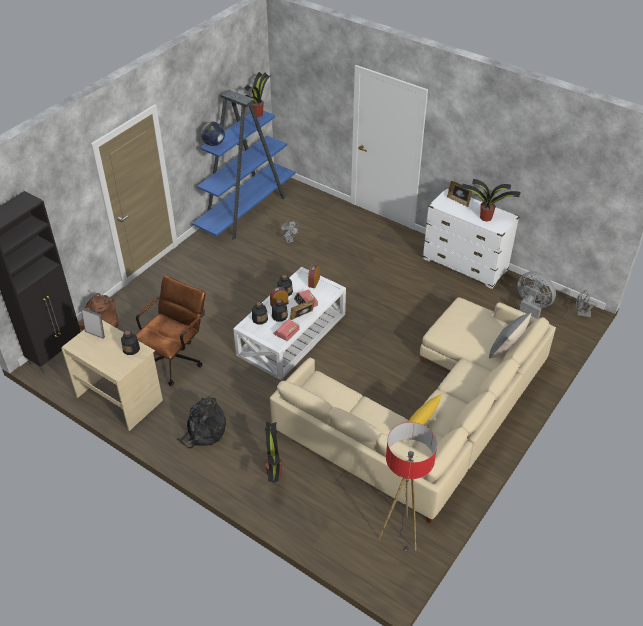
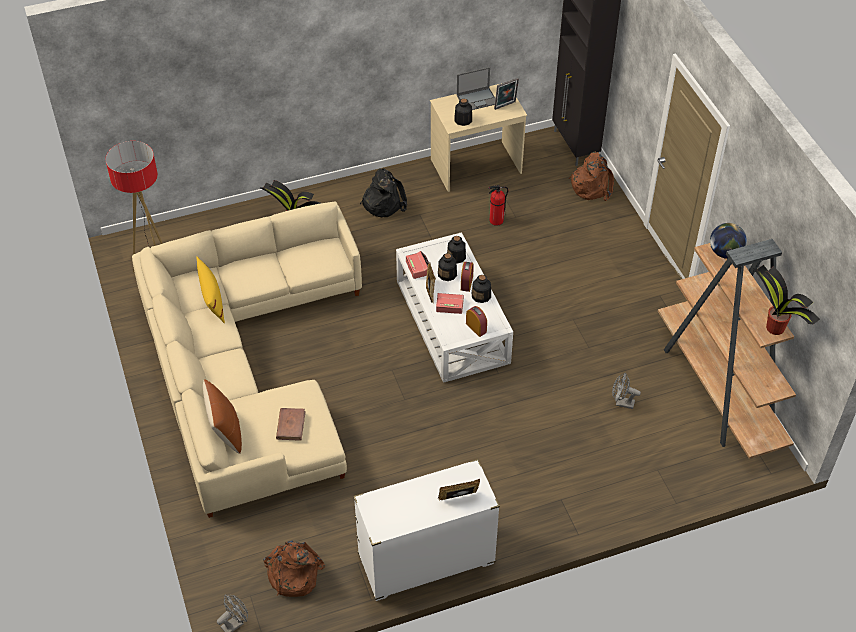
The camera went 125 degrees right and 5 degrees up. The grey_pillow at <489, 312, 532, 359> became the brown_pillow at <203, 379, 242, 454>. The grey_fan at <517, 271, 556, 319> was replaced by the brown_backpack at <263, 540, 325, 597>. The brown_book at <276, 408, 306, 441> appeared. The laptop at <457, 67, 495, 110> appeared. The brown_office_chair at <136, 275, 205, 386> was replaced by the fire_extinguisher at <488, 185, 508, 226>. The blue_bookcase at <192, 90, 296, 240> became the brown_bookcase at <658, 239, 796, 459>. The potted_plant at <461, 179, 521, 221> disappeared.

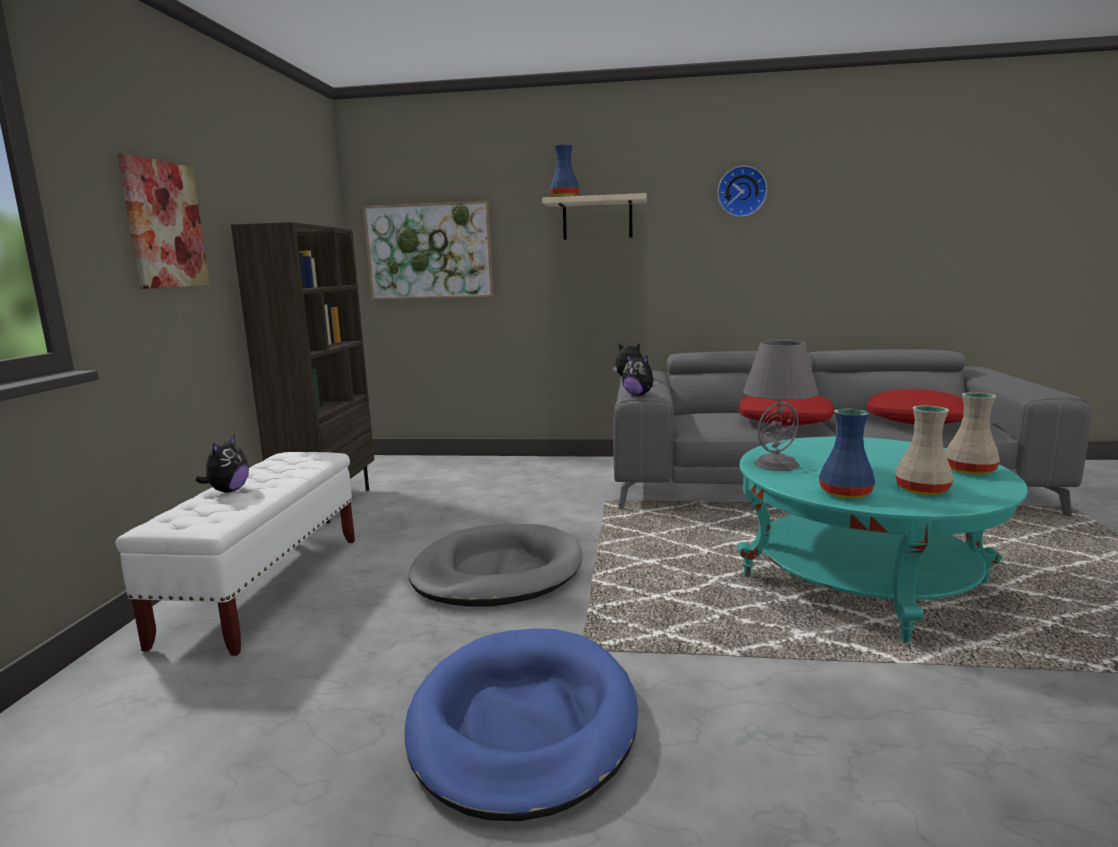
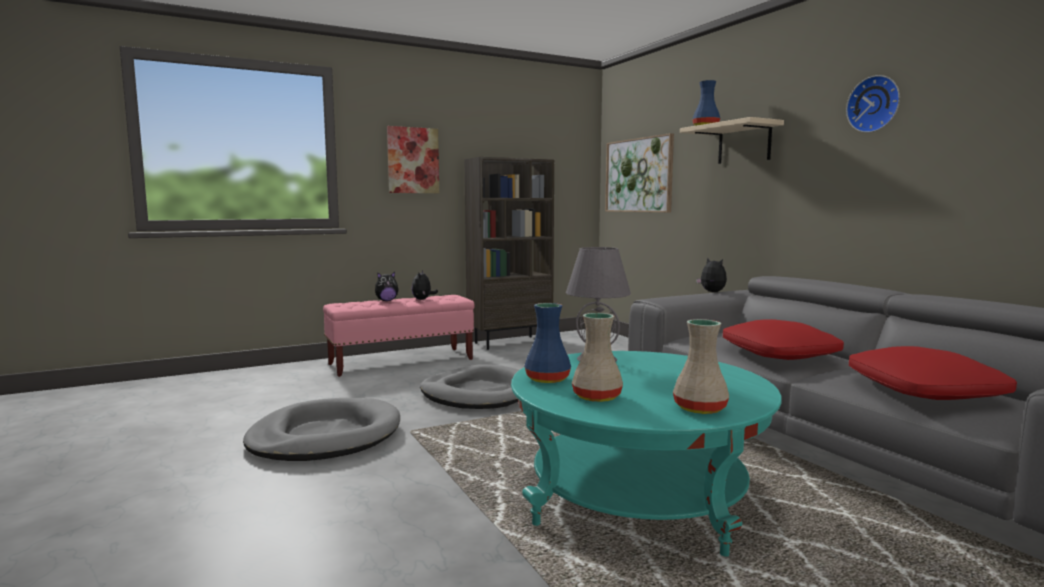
The camera went 55 degrees right and 5 degrees down. The blue_dog_bed at <405, 629, 638, 821> became the grey_dog_bed at <243, 398, 400, 461>. The white_bench at <116, 452, 355, 656> became the pink_bench at <323, 295, 475, 377>. The plush_toy moved from <622, 354, 659, 396> to <412, 271, 438, 300>.

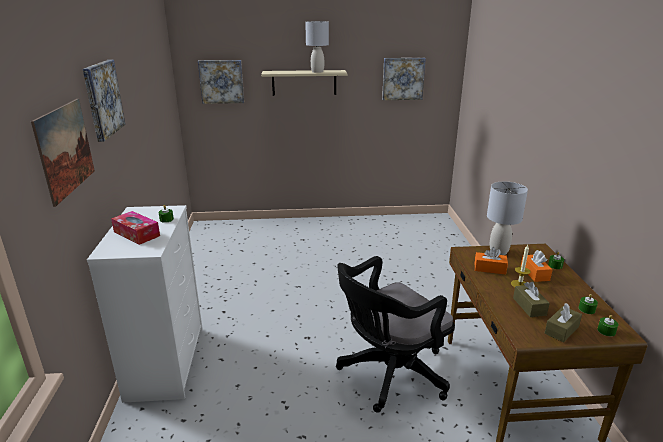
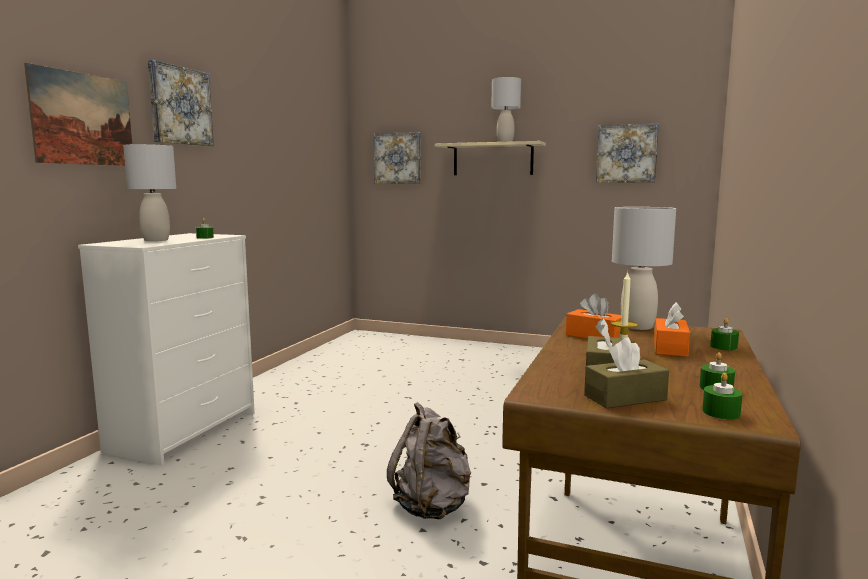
The camera went 25 degrees right and 15 degrees down. The tissue_box at <111, 211, 160, 245> was replaced by the grey_table_lamp at <123, 144, 176, 241>. The black_office_chair at <336, 256, 455, 413> was replaced by the grey_backpack at <387, 402, 471, 519>.

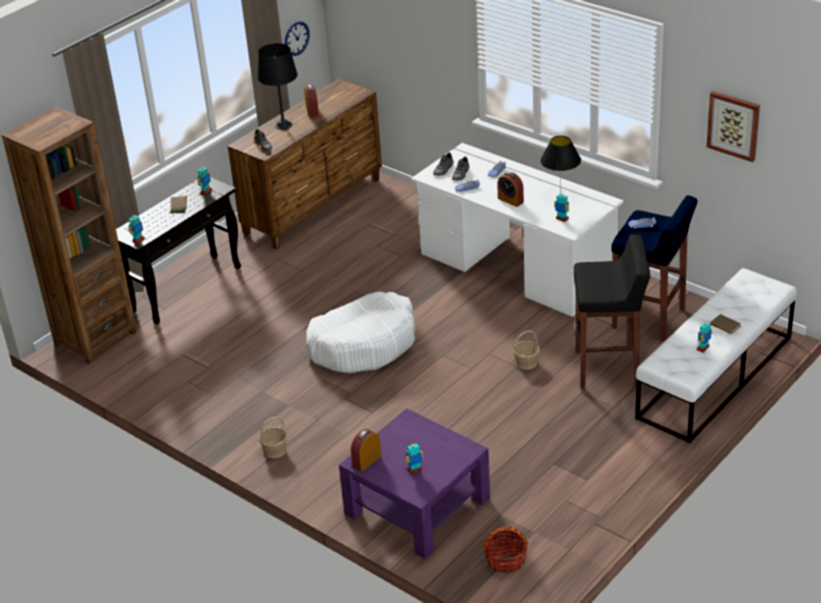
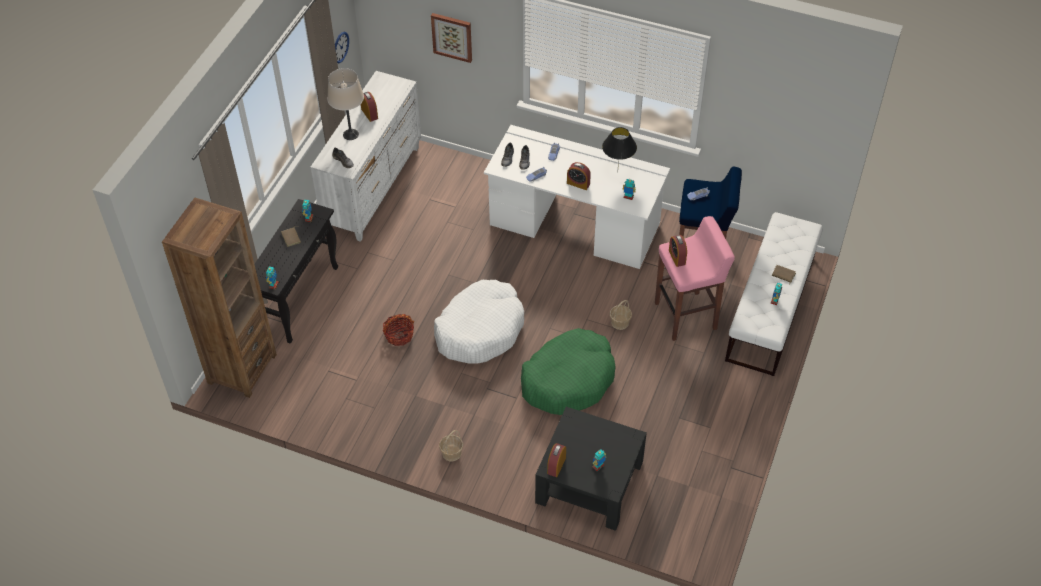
The camera went 20 degrees left and 15 degrees up. The brown_dresser at <227, 79, 382, 249> became the white_dresser at <310, 71, 421, 242>. The black_table_lamp at <257, 43, 298, 130> became the beige_table_lamp at <327, 68, 364, 140>. The basket moved from <483, 526, 529, 573> to <383, 314, 414, 346>. The picture moved from <707, 91, 760, 162> to <431, 13, 472, 63>. The green_dog_bed at <521, 328, 616, 415> appeared. The purple_coffee_table at <339, 408, 490, 559> became the black_coffee_table at <535, 407, 647, 531>. The black_stool at <574, 234, 650, 389> became the pink_stool at <655, 216, 735, 341>. The alarm_clock at <669, 235, 687, 267> appeared.

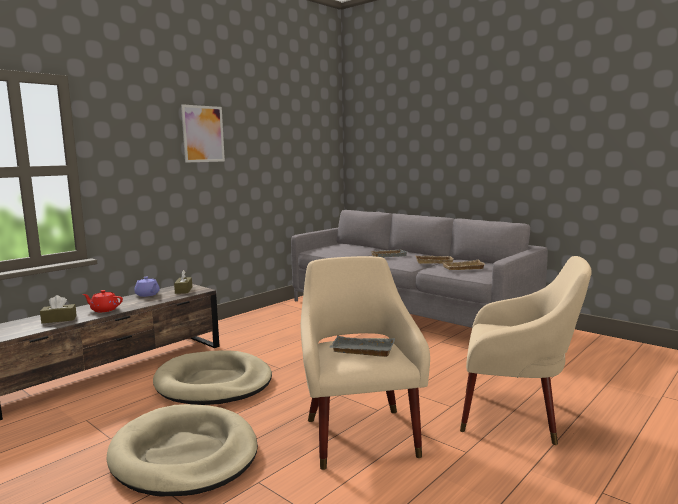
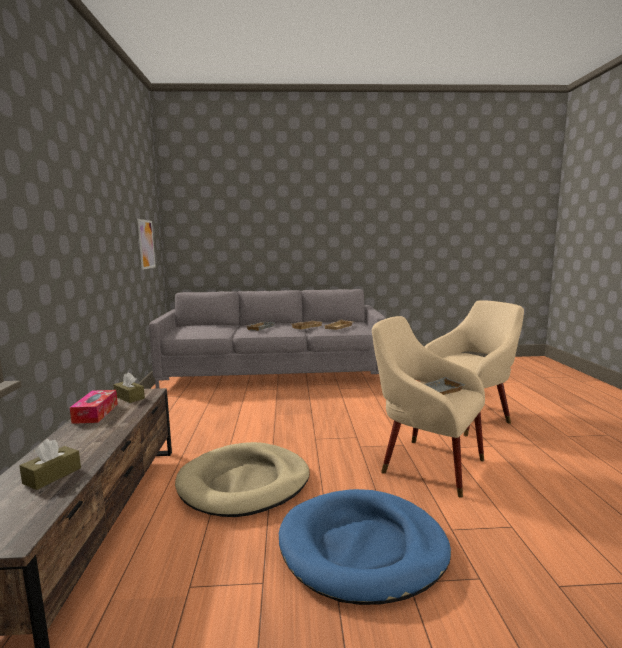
The camera went 45 degrees left and 0 degrees up. The purple_teapot at <134, 276, 160, 297> was replaced by the tissue_box at <70, 390, 118, 424>. The picture moved from <181, 104, 225, 163> to <137, 219, 156, 270>. The beige_dog_bed at <106, 404, 258, 496> became the blue_dog_bed at <279, 489, 451, 605>. The red_teapot at <83, 290, 123, 312> disappeared.

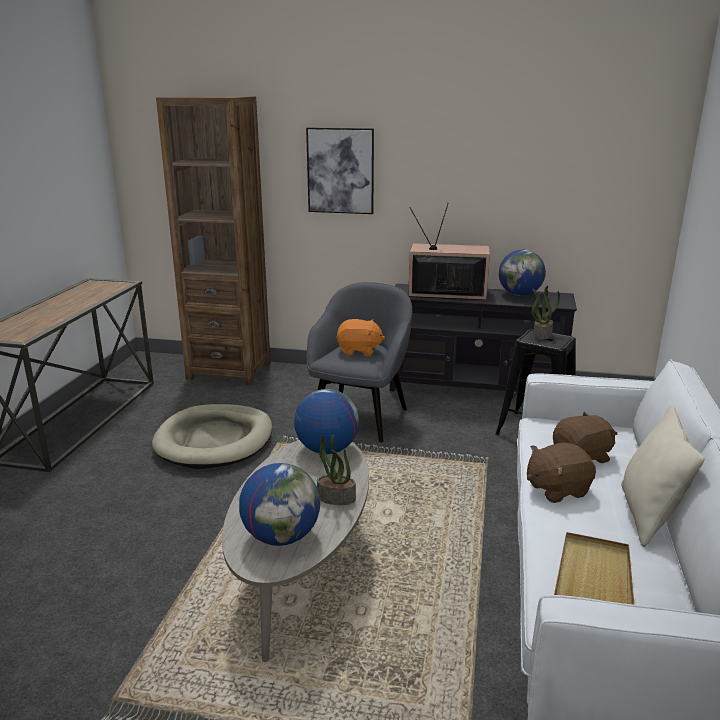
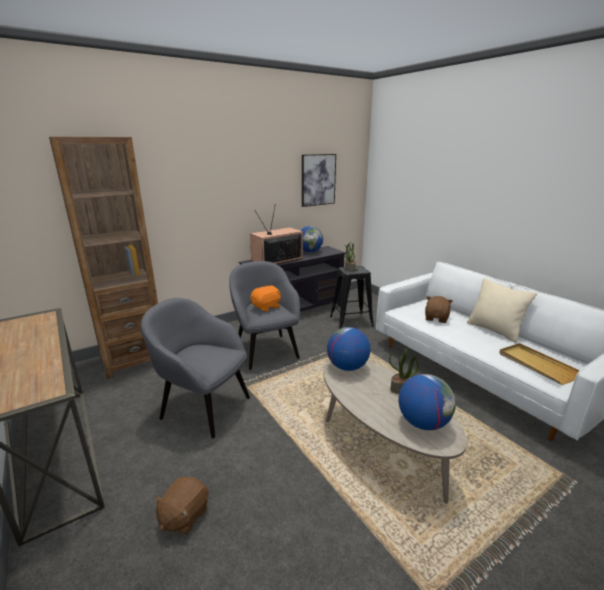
The camera went 45 degrees left and 0 degrees up. The beige_dog_bed at <152, 404, 272, 469> was replaced by the grey_armchair at <141, 298, 250, 438>. The brown_plush_toy moved from <527, 442, 596, 503> to <154, 477, 209, 535>. The picture moved from <306, 127, 374, 214> to <302, 154, 336, 207>.

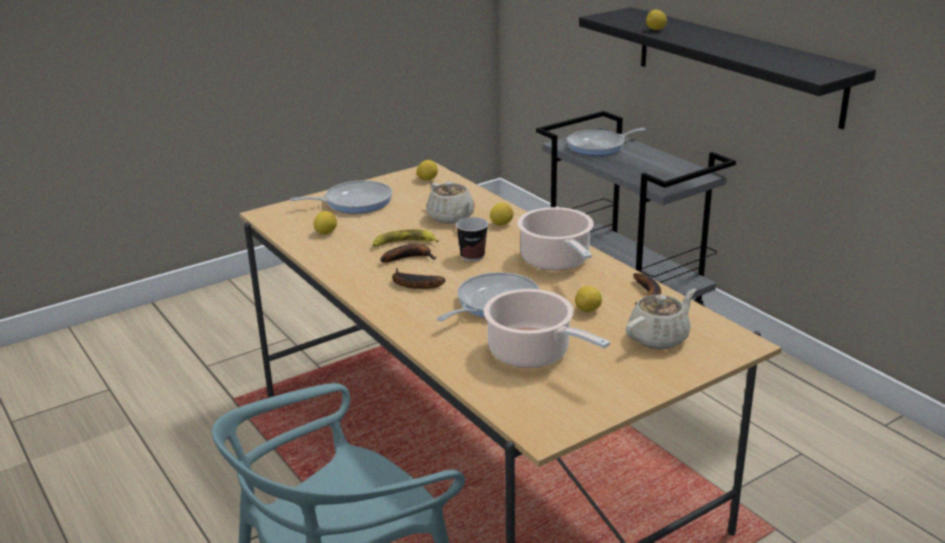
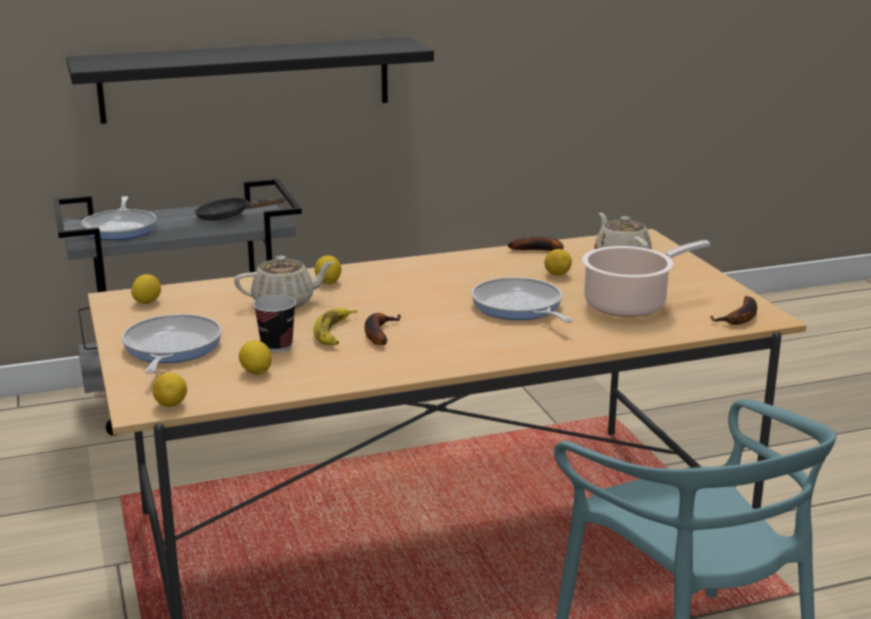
The camera went 75 degrees left and 5 degrees down. The lemon moved from <646, 10, 667, 30> to <153, 373, 187, 407>. The black_frying_pan at <195, 198, 284, 221> appeared. The cup moved from <456, 217, 488, 261> to <253, 295, 296, 352>. The banana moved from <392, 268, 445, 289> to <710, 296, 757, 325>. The cooking_pot at <517, 207, 594, 271> disappeared.

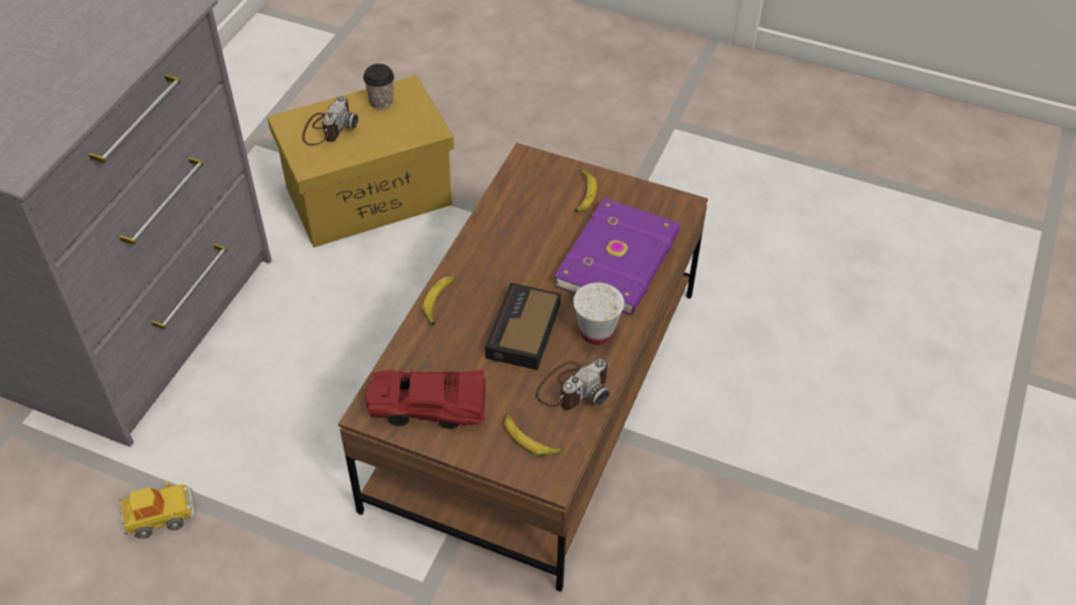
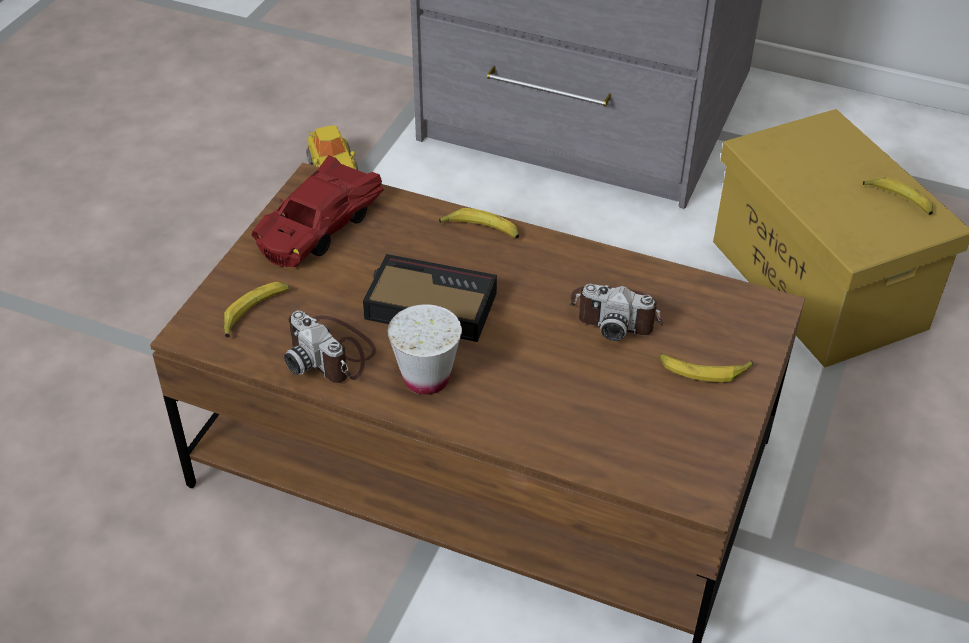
The camera went 90 degrees right and 5 degrees down. The red_toy_car at <365, 368, 486, 429> turned 150 degrees counterclockwise. The photo_camera moved from <302, 96, 358, 145> to <570, 284, 663, 341>. The cup at <363, 64, 394, 110> was replaced by the banana at <863, 177, 933, 215>. The purple_book at <554, 198, 680, 315> disappeared.

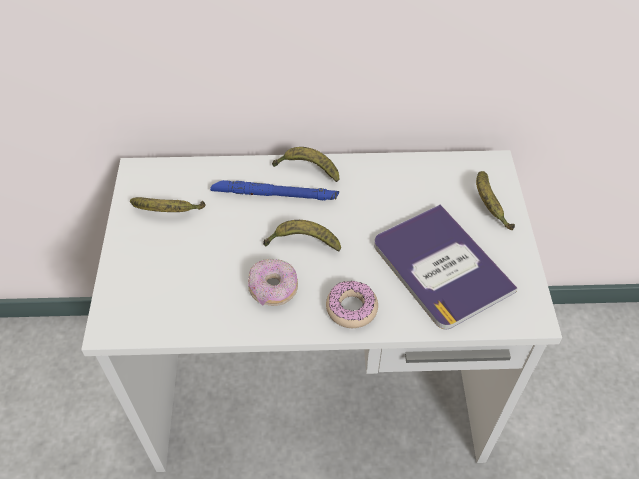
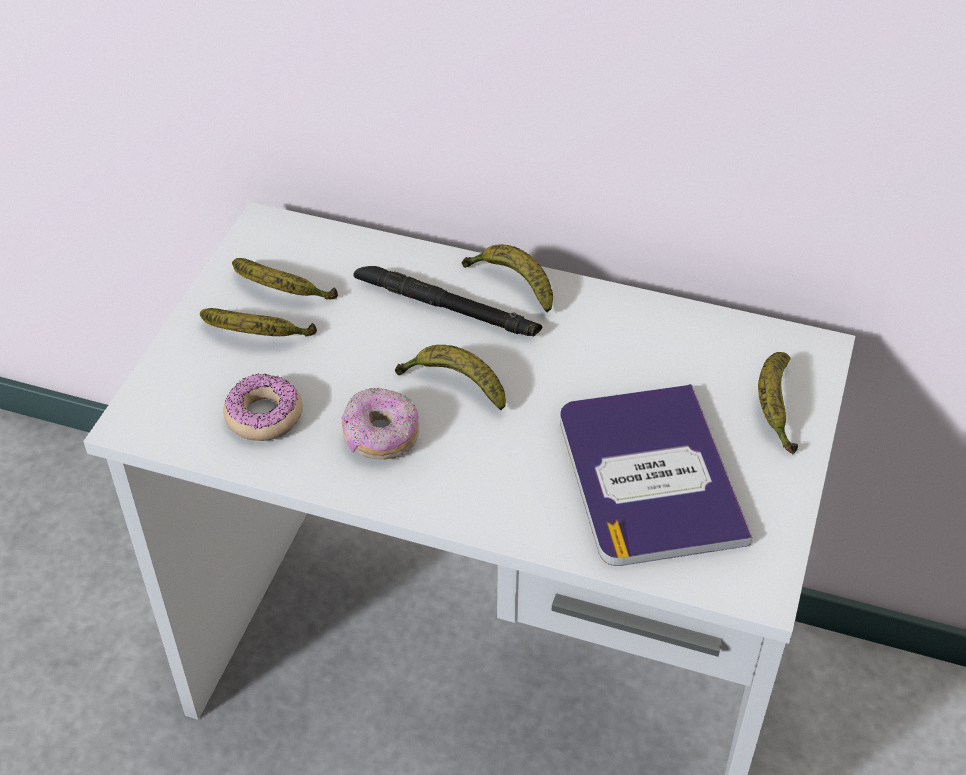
The camera went 20 degrees right and 5 degrees down. The banana at <200, 308, 317, 336> appeared. The donut moved from <326, 280, 378, 328> to <224, 374, 303, 441>. The blue_flashlight at <210, 180, 339, 200> became the black_flashlight at <353, 266, 542, 337>.

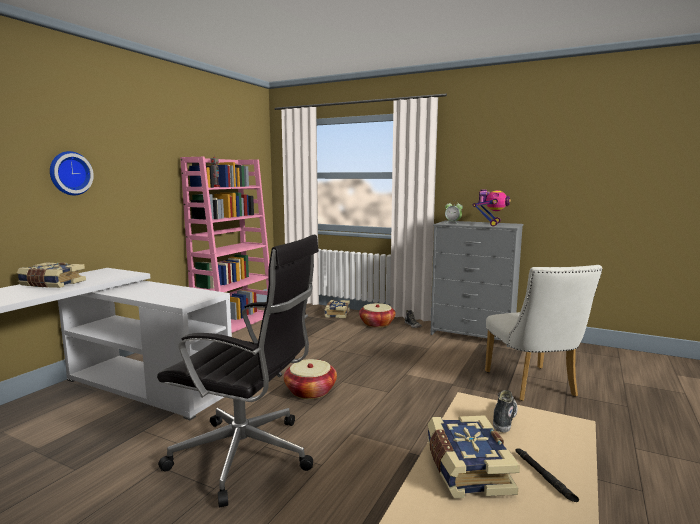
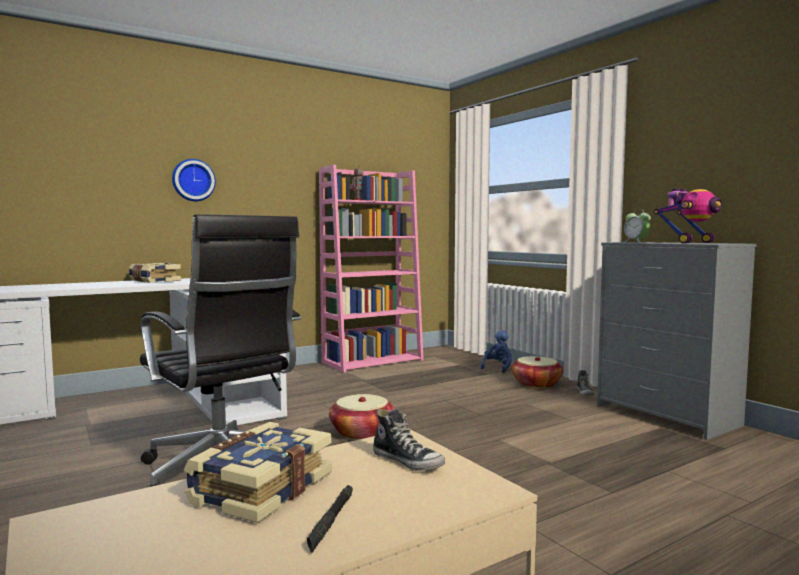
The camera went 30 degrees right and 5 degrees down. The shoe at <493, 390, 518, 432> turned 75 degrees clockwise. The book at <324, 300, 350, 318> was replaced by the blue_plush_toy at <481, 330, 512, 373>. The white_chair at <485, 265, 602, 401> disappeared.

